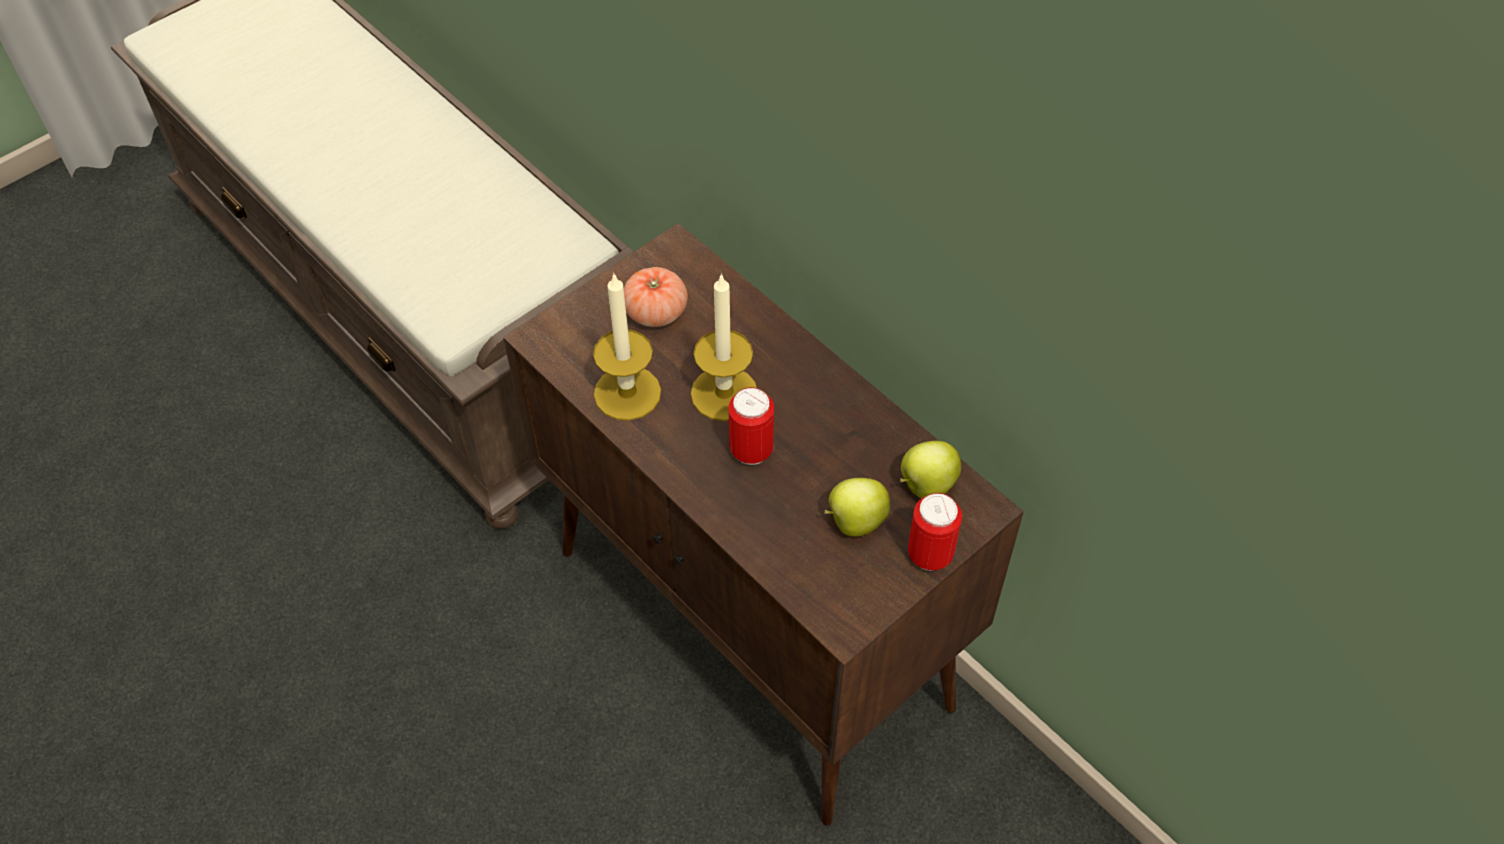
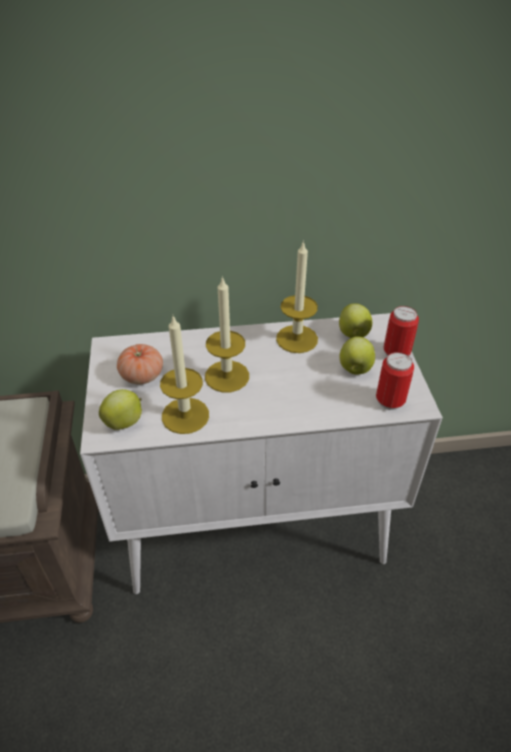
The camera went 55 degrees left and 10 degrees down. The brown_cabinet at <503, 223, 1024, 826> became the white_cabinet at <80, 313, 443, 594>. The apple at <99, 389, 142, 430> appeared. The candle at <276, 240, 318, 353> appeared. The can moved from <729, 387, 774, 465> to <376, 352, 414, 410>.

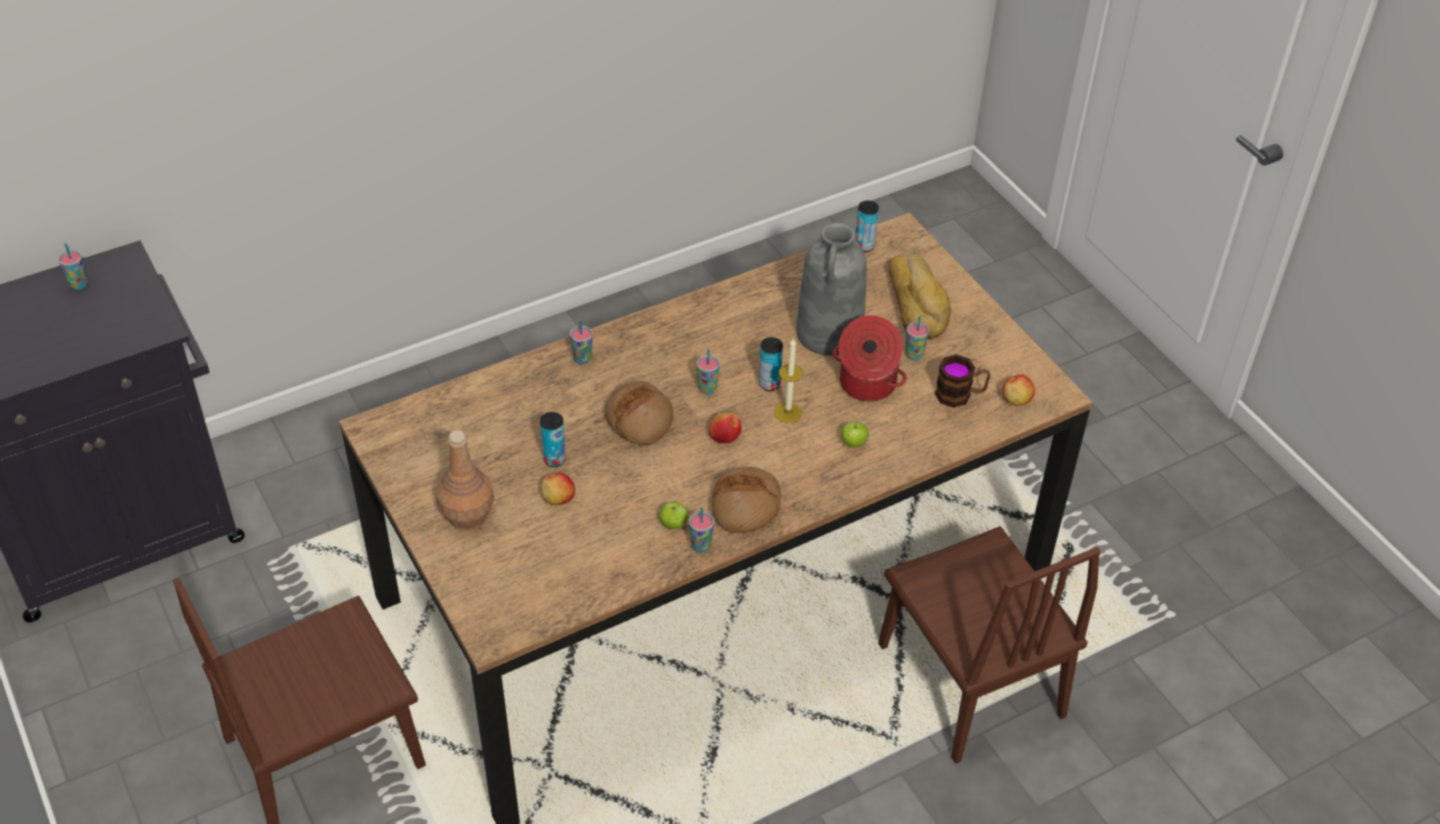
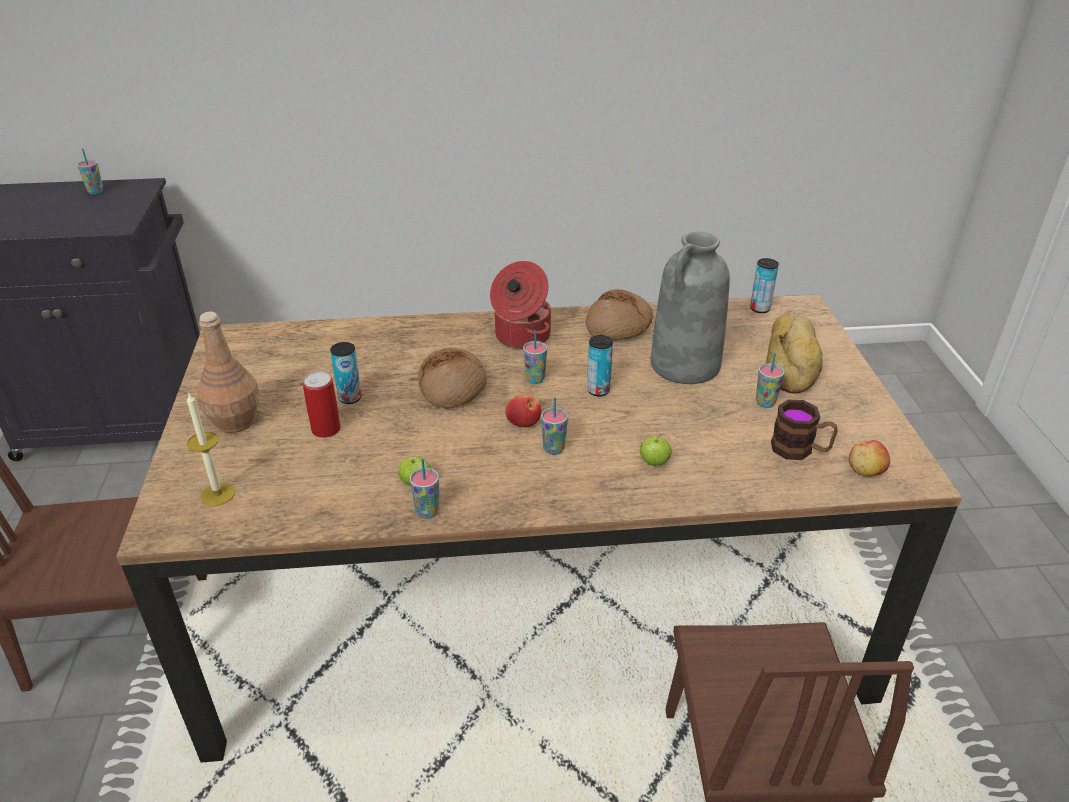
The camera went 25 degrees right and 10 degrees down. The candle moved from <774, 338, 803, 423> to <187, 392, 235, 506>. The apple at <541, 473, 575, 505> was replaced by the can at <303, 372, 340, 438>. The cooking_pot moved from <833, 315, 907, 402> to <490, 261, 551, 349>. The cup moved from <570, 319, 593, 365> to <541, 398, 568, 455>. The bread moved from <712, 467, 781, 533> to <585, 289, 653, 341>.

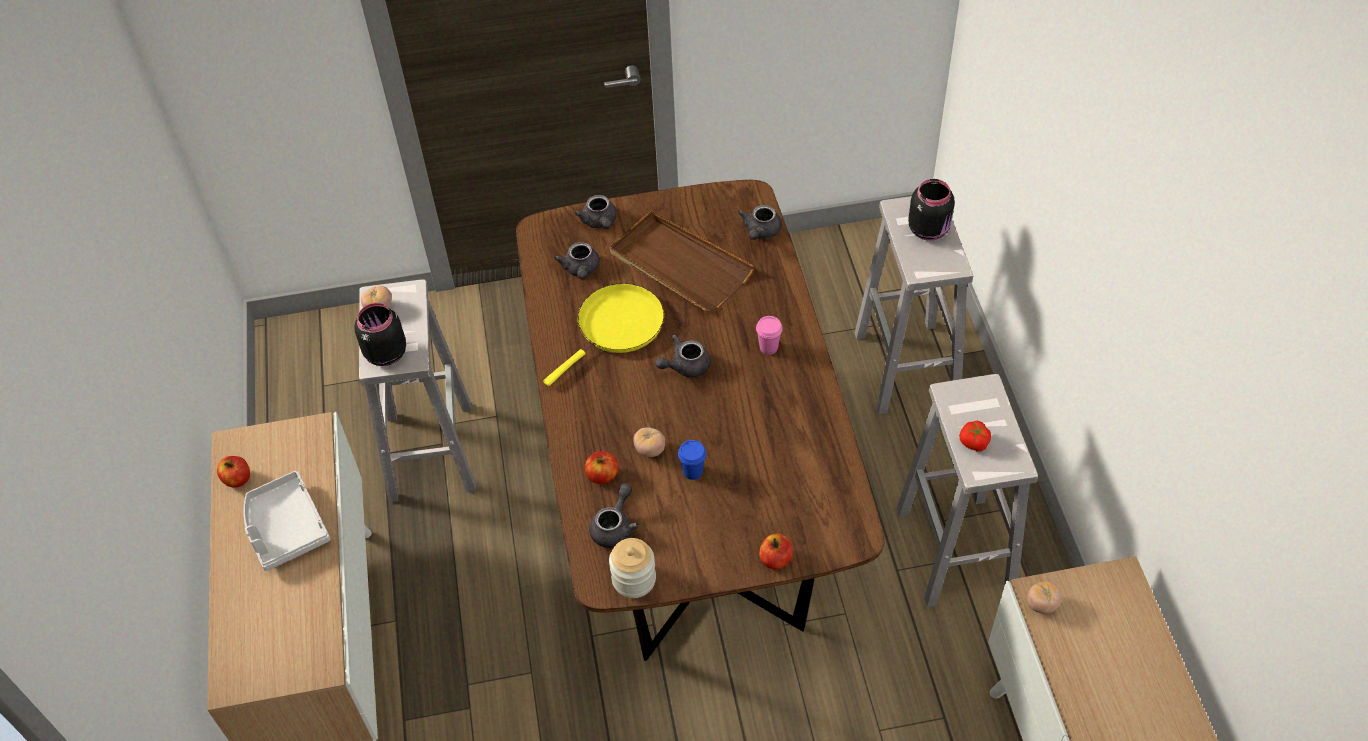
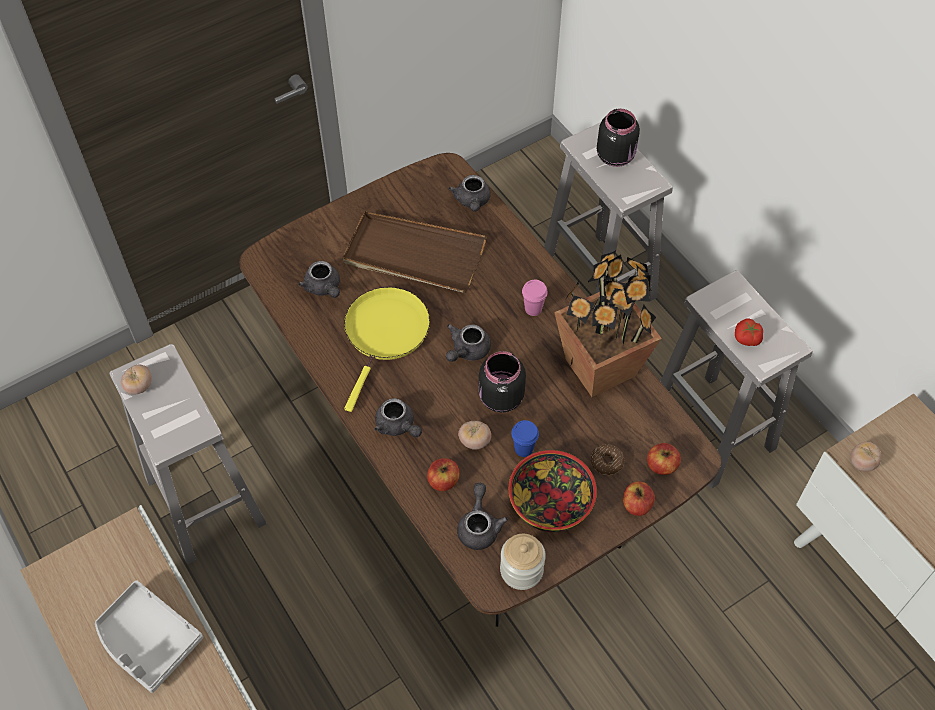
The camera went 25 degrees left and 5 degrees up. The grey_teapot moved from <575, 195, 617, 229> to <374, 398, 422, 437>. The black_jar moved from <354, 303, 406, 366> to <479, 351, 526, 413>. The bowl at <508, 450, 597, 532> appeared. The potted_plant at <554, 251, 662, 397> appeared. The donut at <590, 444, 625, 475> appeared. The apple moved from <217, 456, 250, 488> to <647, 443, 681, 475>.

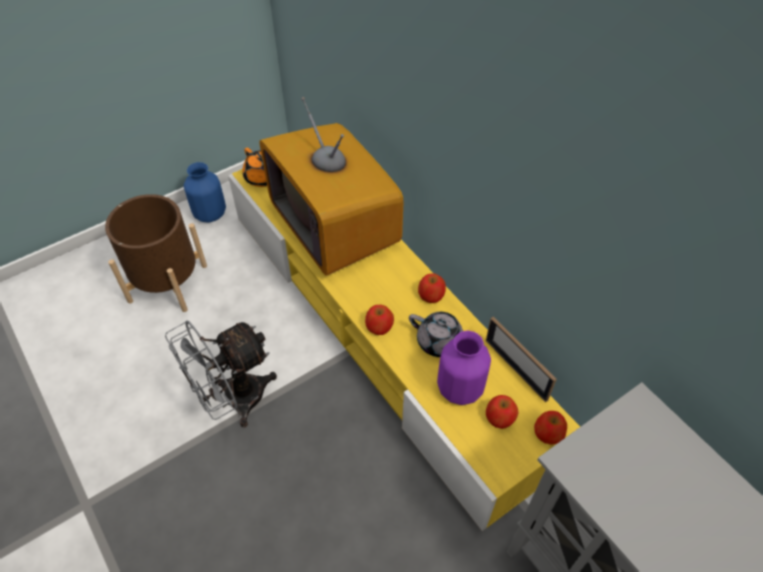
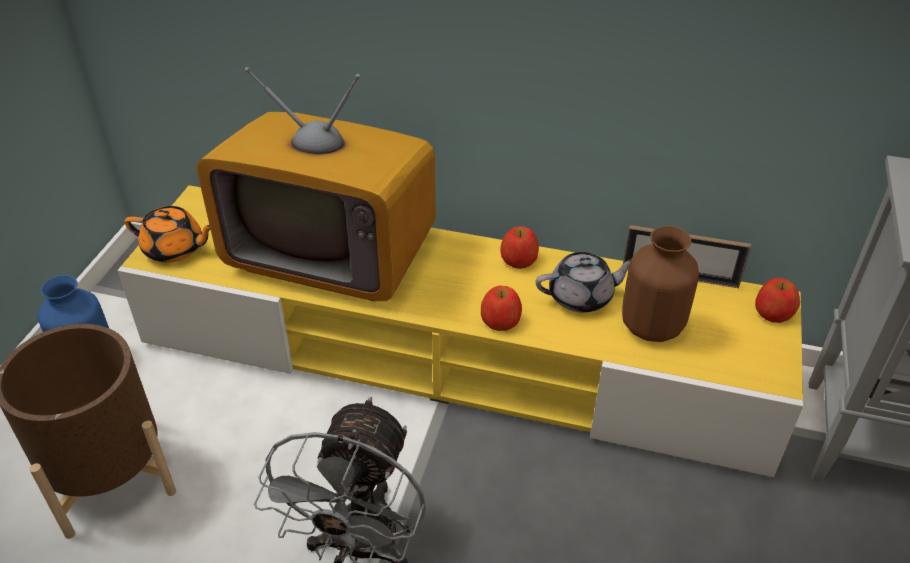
The camera went 40 degrees left and 10 degrees down. The purple_vase at <437, 330, 491, 405> became the brown_vase at <622, 226, 699, 342>. The apple at <486, 395, 518, 429> disappeared.

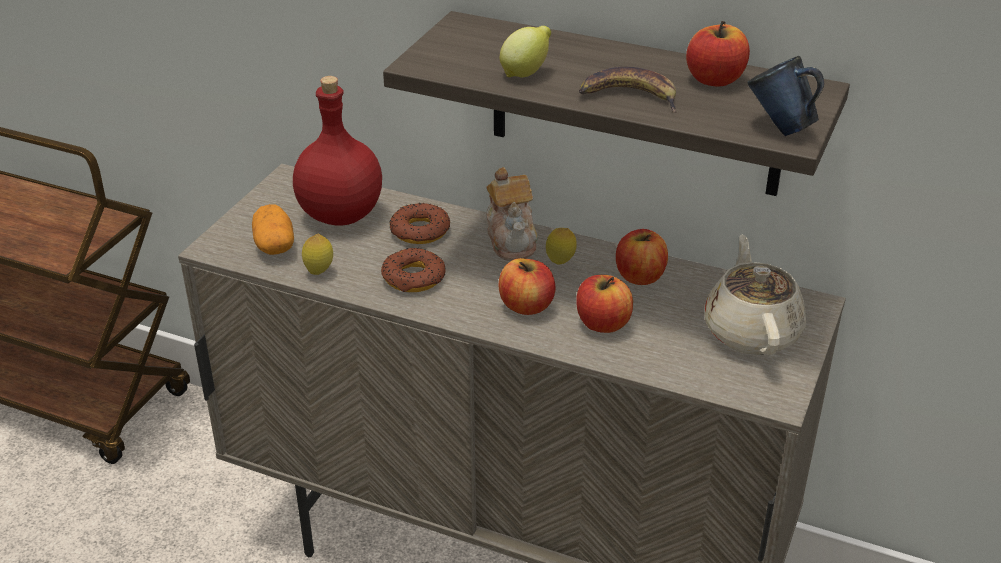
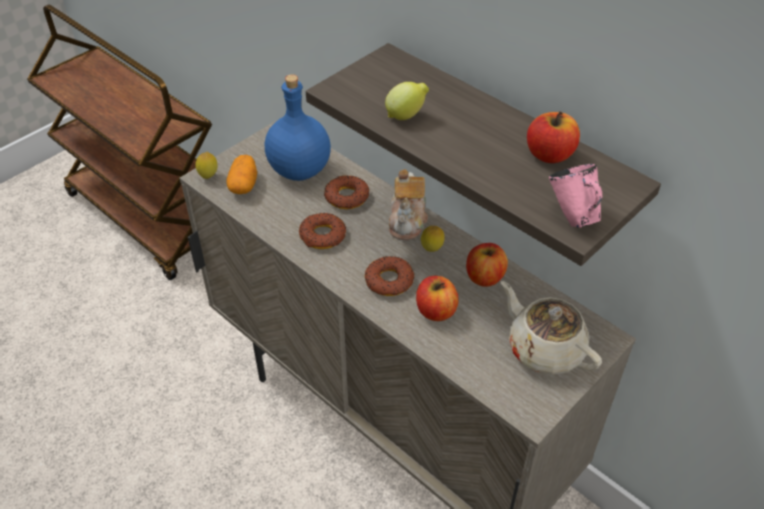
The camera went 20 degrees right and 10 degrees up. The lemon moved from <302, 234, 333, 275> to <195, 152, 218, 179>. The red_bottle at <293, 76, 382, 225> became the blue_bottle at <265, 74, 331, 181>. The apple at <498, 258, 556, 315> was replaced by the donut at <365, 256, 415, 296>. The beige_teapot at <705, 235, 806, 355> turned 60 degrees counterclockwise. The blue_mug at <747, 56, 824, 136> became the pink_mug at <549, 164, 602, 228>. The banana at <579, 67, 677, 113> disappeared.

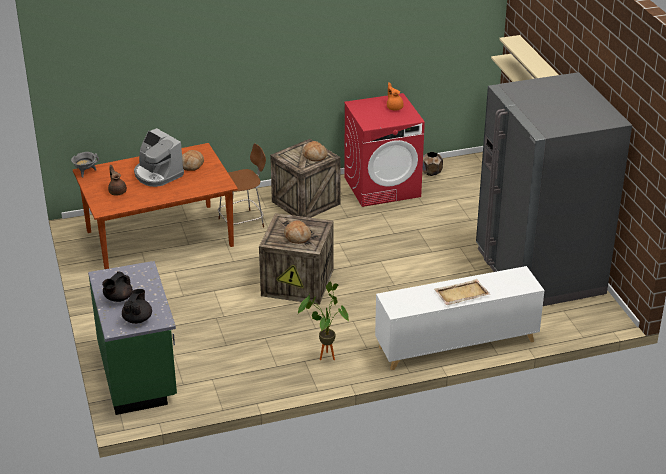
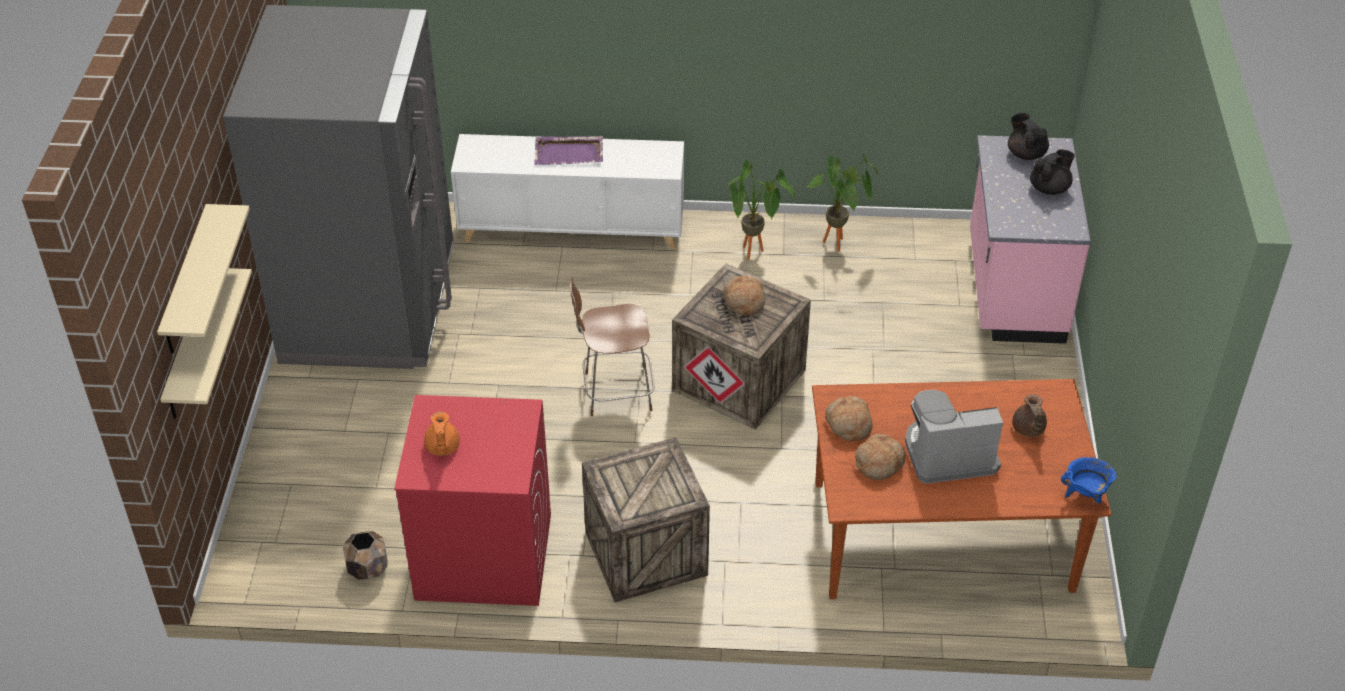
The camera went 160 degrees left and 10 degrees up. The beige_tray at <434, 279, 490, 305> became the purple_tray at <534, 136, 603, 165>. The brown_chair moved from <218, 143, 266, 228> to <571, 277, 655, 416>. The potted_plant at <807, 152, 878, 251> appeared. The bread moved from <302, 141, 328, 161> to <825, 396, 873, 441>. The coffee_machine at <134, 128, 184, 187> turned 75 degrees counterclockwise. The green_counter at <88, 261, 177, 415> became the pink_counter at <970, 135, 1091, 344>. The black_teapot at <122, 289, 152, 324> turned 120 degrees clockwise. The grey_cooking_pot at <71, 152, 99, 178> became the blue_cooking_pot at <1061, 457, 1117, 503>.

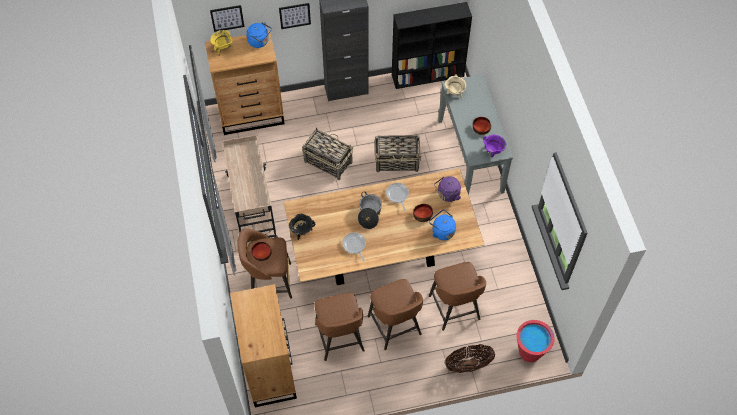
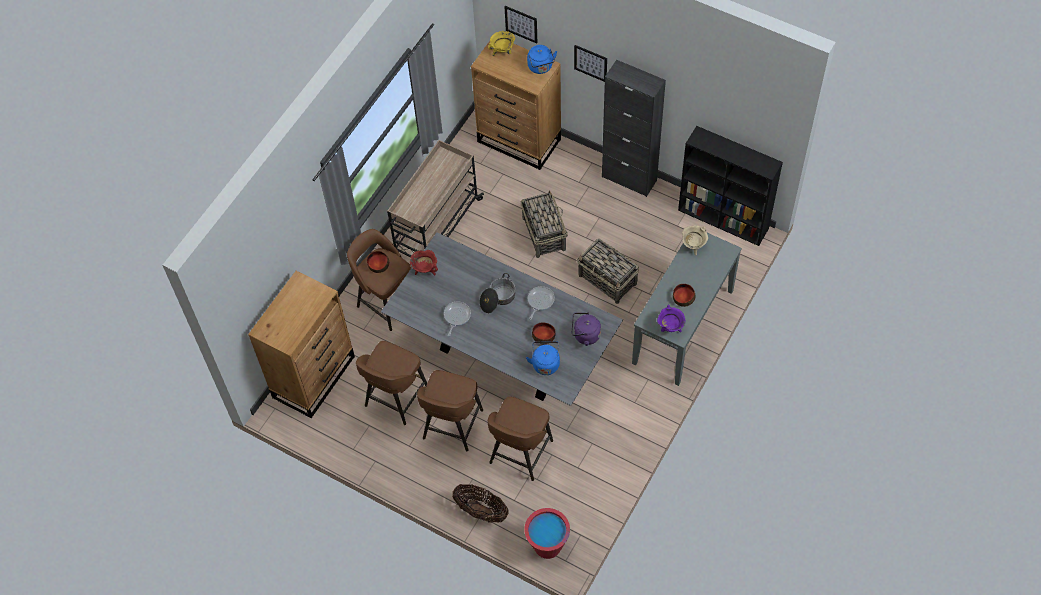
The camera went 45 degrees right and 0 degrees up. The brown_dining_table at <284, 168, 484, 285> became the grey_dining_table at <381, 232, 623, 406>. The black_cooking_pot at <289, 214, 316, 240> became the red_cooking_pot at <410, 250, 438, 276>.

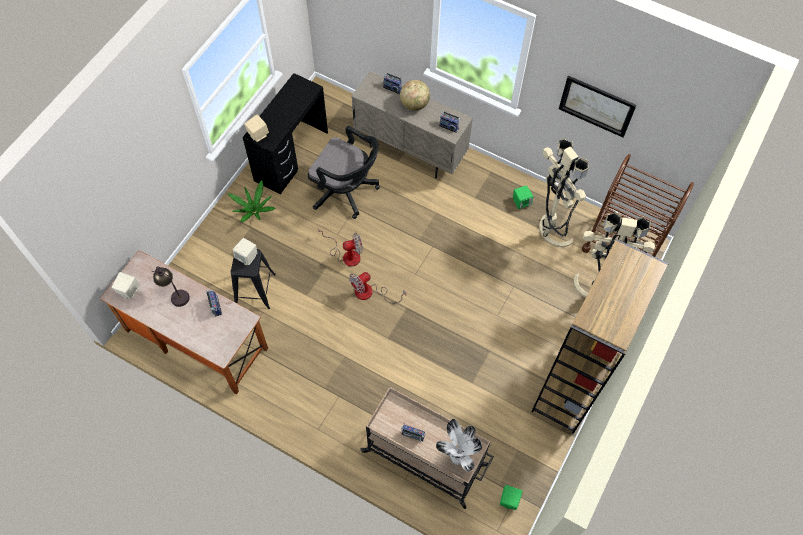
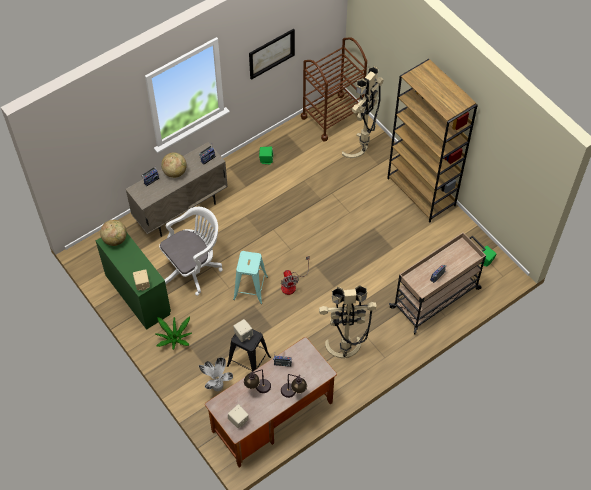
The camera went 65 degrees left and 5 degrees down. The black_desk at <243, 73, 328, 195> became the green_desk at <96, 233, 171, 330>. The globe at <100, 220, 127, 246> appeared. The black_office_chair at <308, 126, 380, 219> became the white_office_chair at <159, 207, 223, 296>. The potted_plant moved from <436, 419, 482, 472> to <199, 357, 233, 391>. The fan at <318, 230, 363, 267> was replaced by the turquoise_stool at <233, 251, 268, 304>. The table_lamp at <281, 374, 307, 398> appeared. The beige_floor_lamp moved from <539, 138, 589, 247> to <319, 285, 376, 358>.

